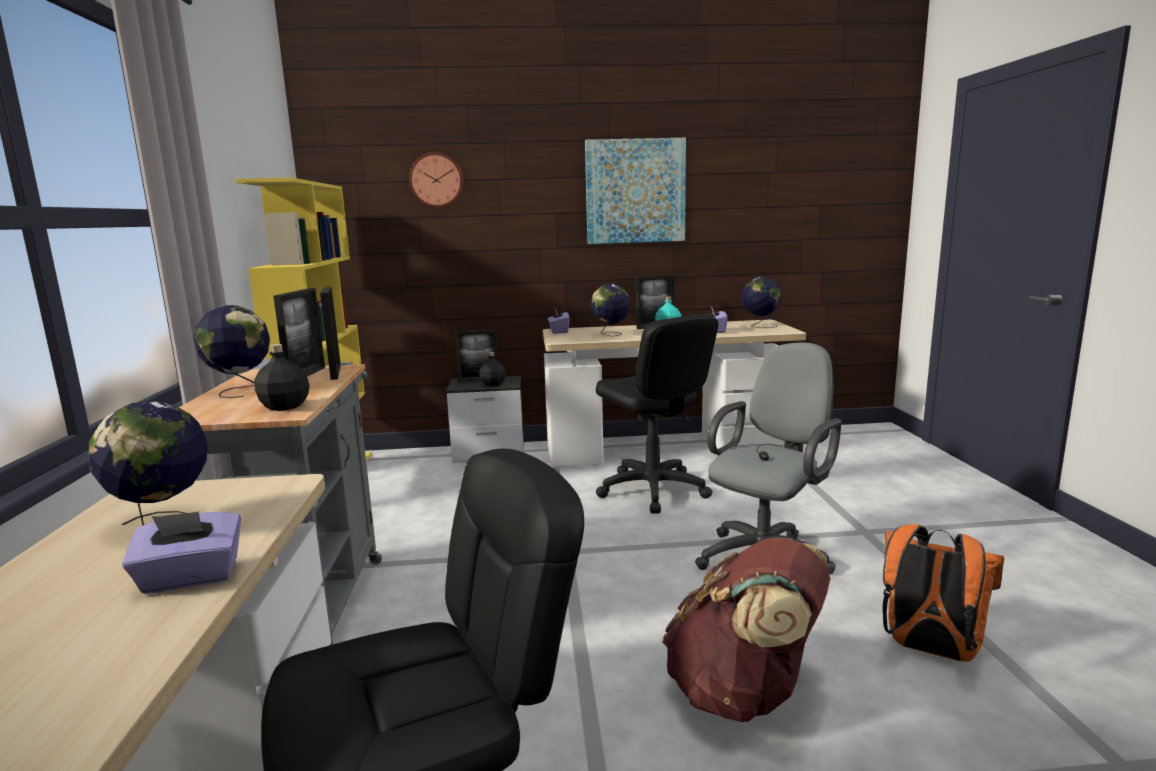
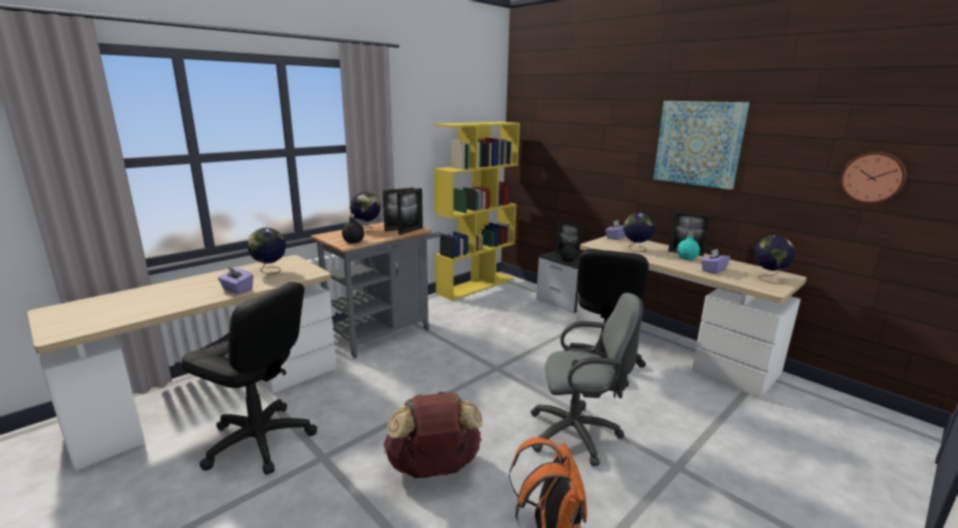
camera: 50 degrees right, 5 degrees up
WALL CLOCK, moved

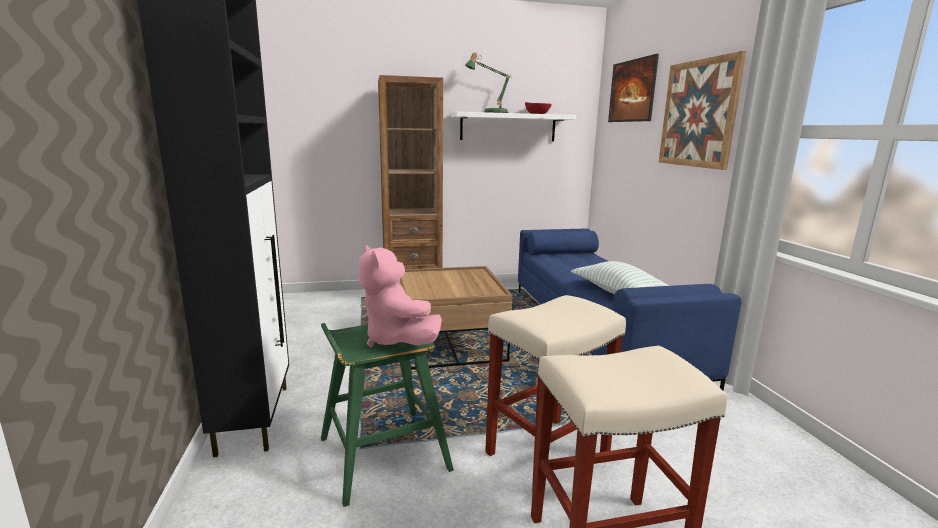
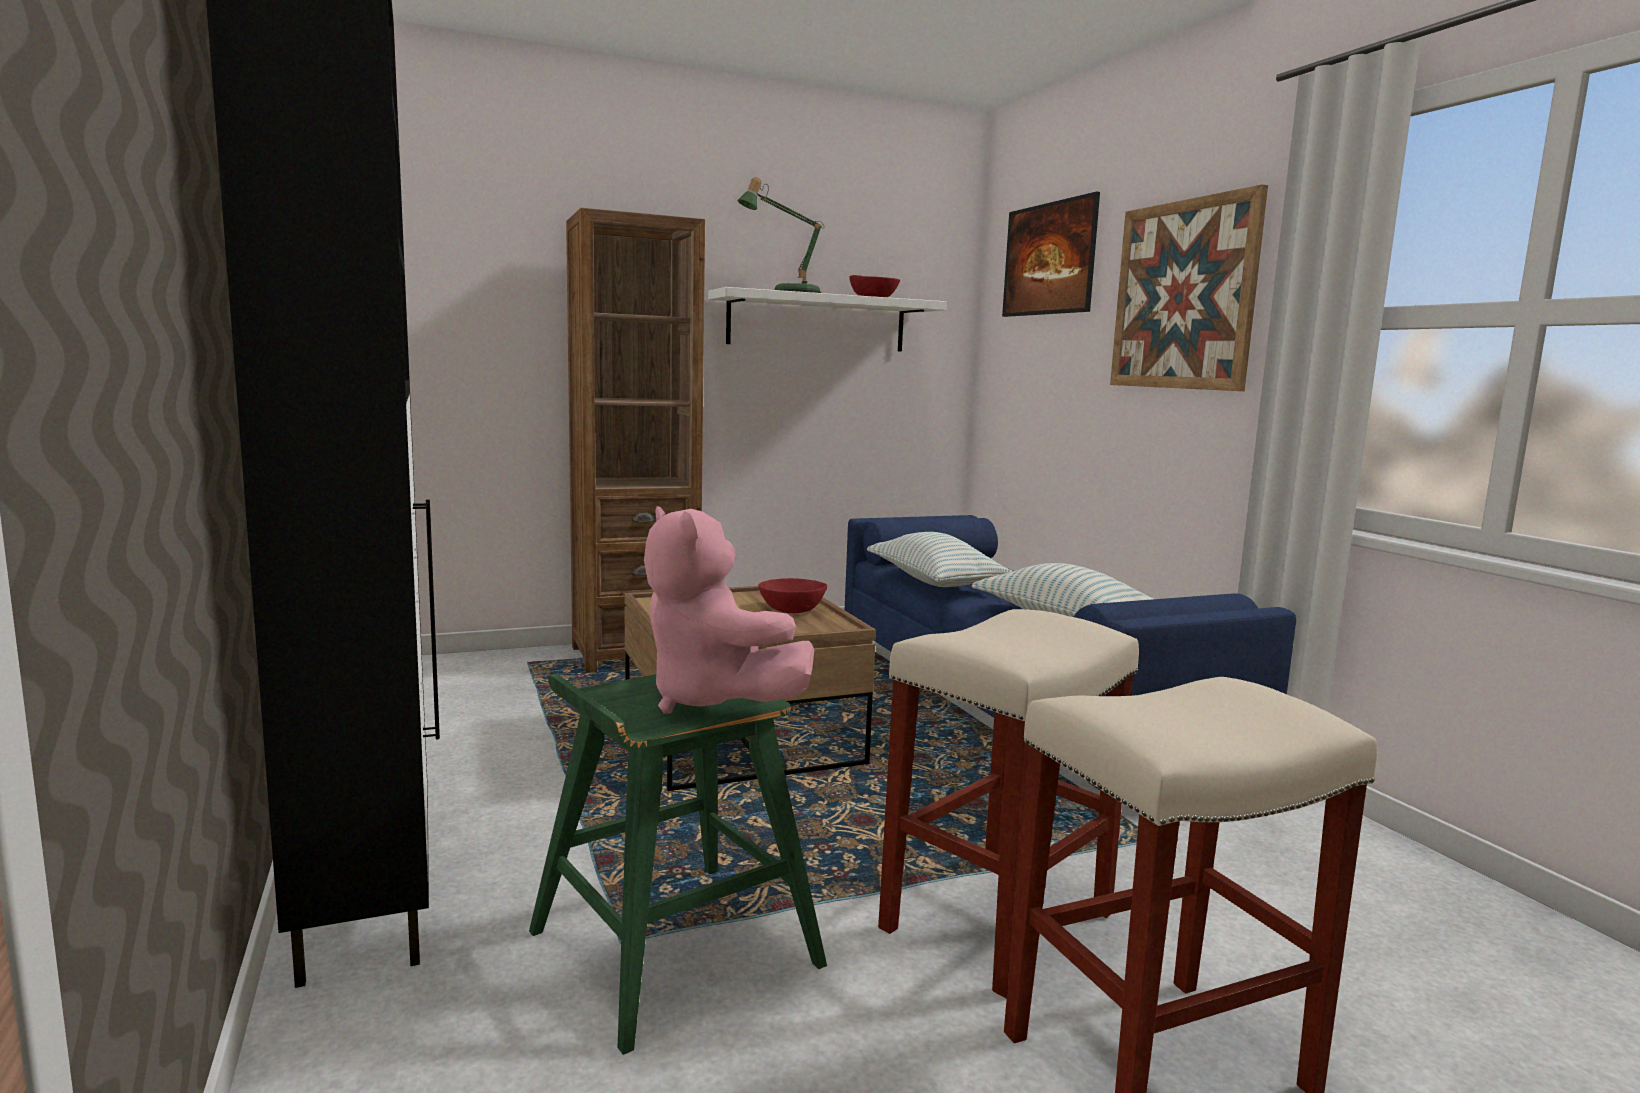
camera: 10 degrees left, 5 degrees down
- → RED BOWL (1st from left)
- → PILLOW (1st from left)

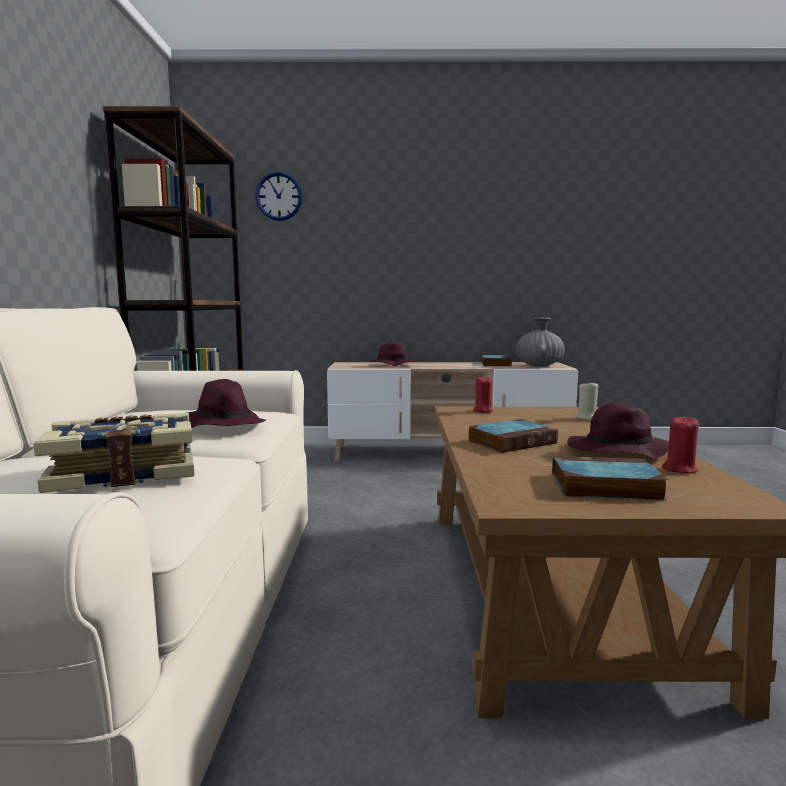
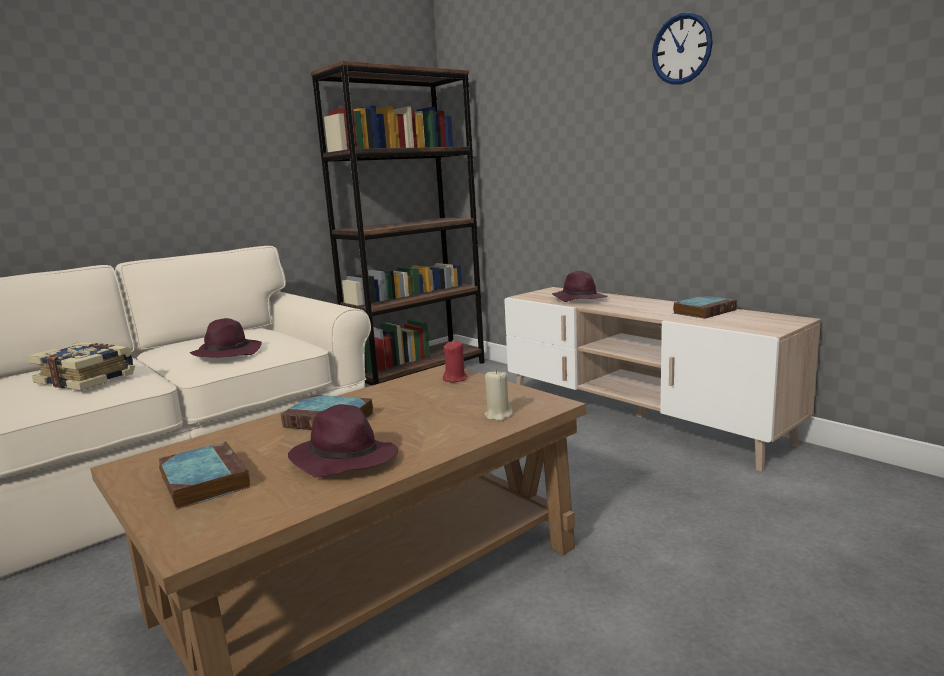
camera: 50 degrees right, 5 degrees up
WALL CLOCK, moved
GREY VASE → -
RED CANDLE (2nd from left) → -

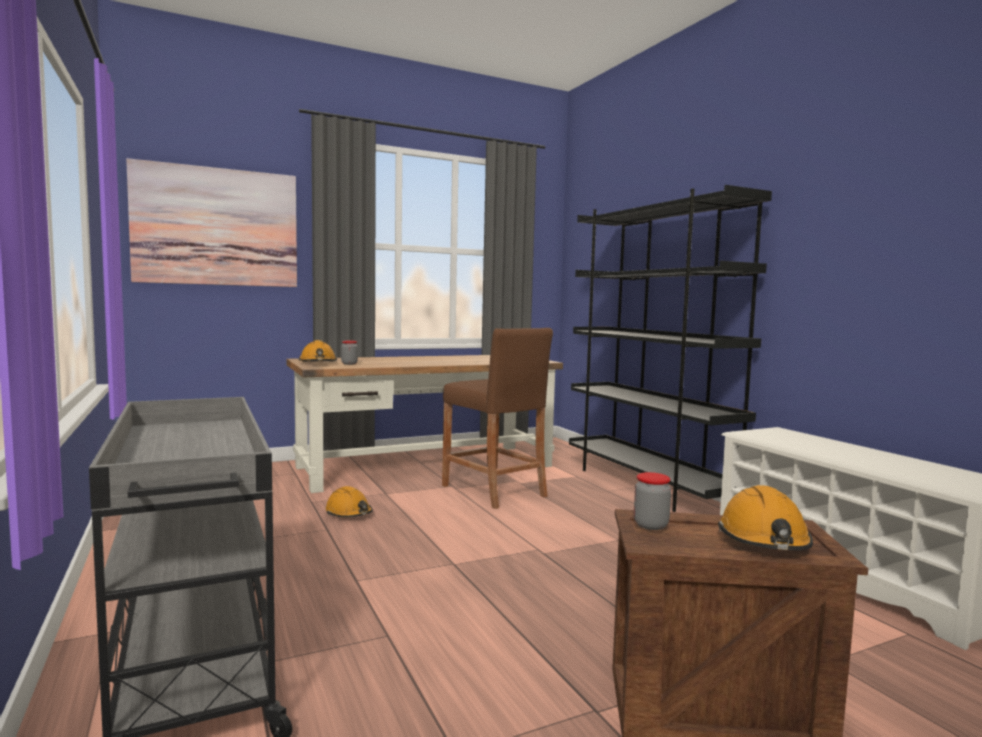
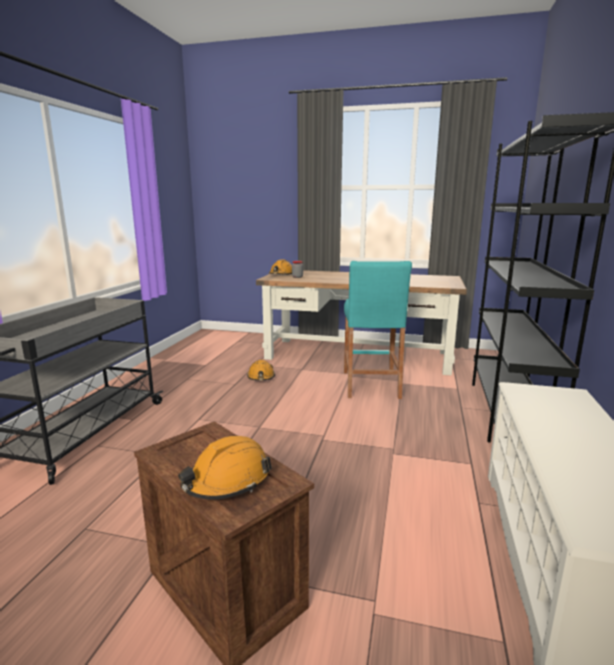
camera: 40 degrees right, 10 degrees up
PICTURE → -
BROWN STOOL → TURQUOISE STOOL
JAR (2nd from left) → -

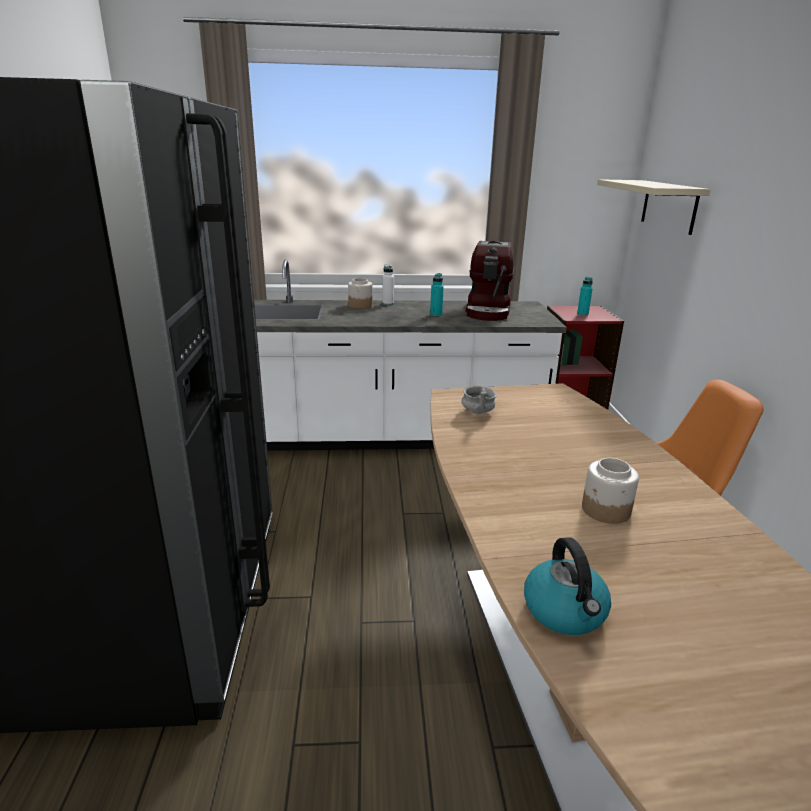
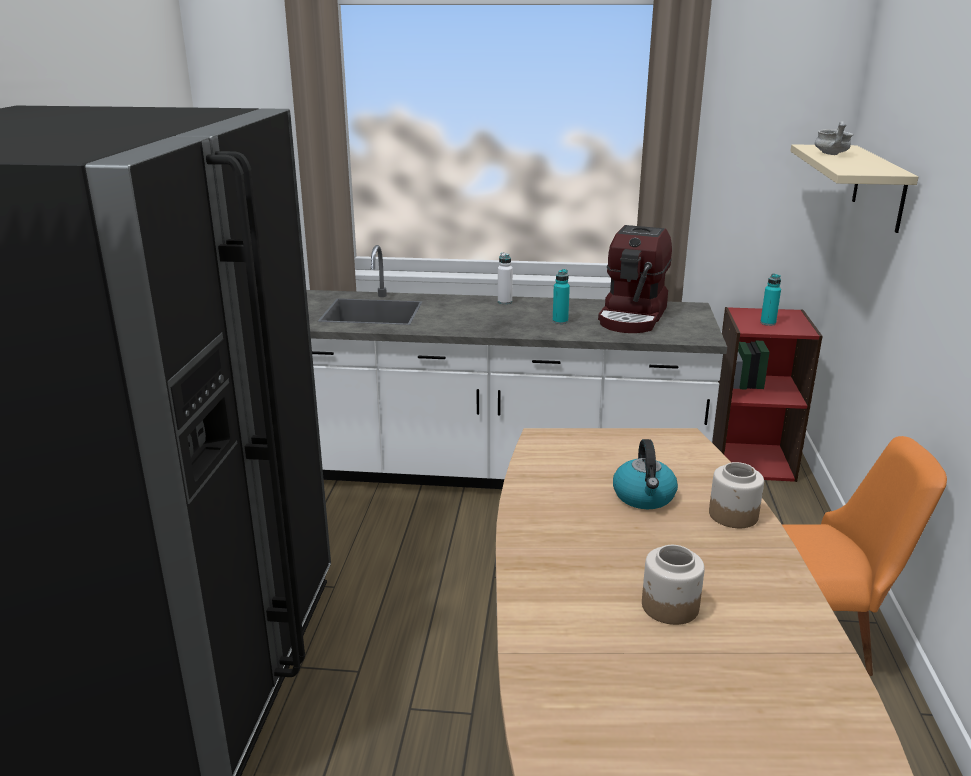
camera: 10 degrees right, 0 degrees up
JAR (1st from left in the first image) → JAR (2nd from left), moved
GREY BOWL, moved
KETTLE, moved

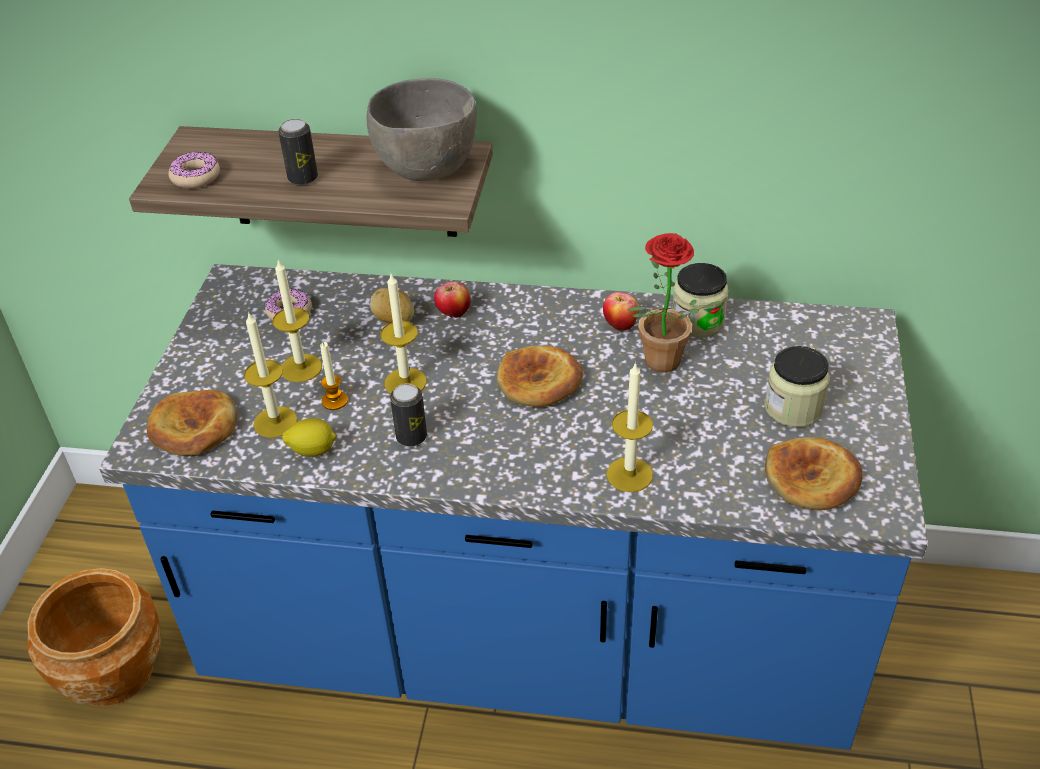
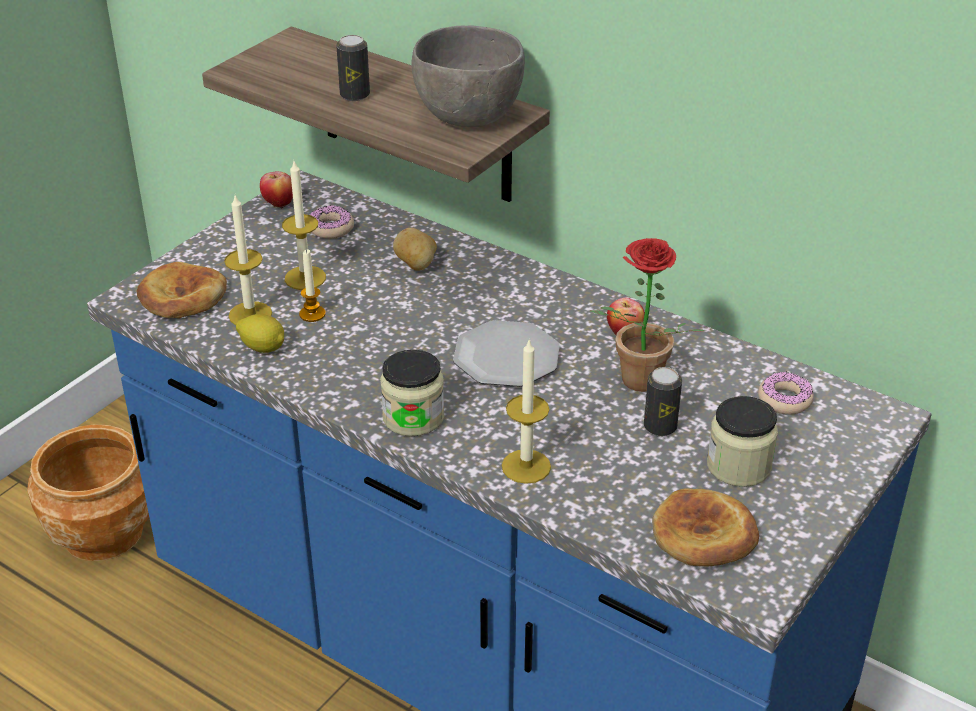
camera: 25 degrees right, 5 degrees down
DONUT (1st from left in the first image) → DONUT (2nd from left), moved
CANDLE (4th from left) → -
CAN (2nd from left), moved
APPLE (1st from left), moved
BREAD (2nd from left) → PLATE
JAR (1st from left), moved

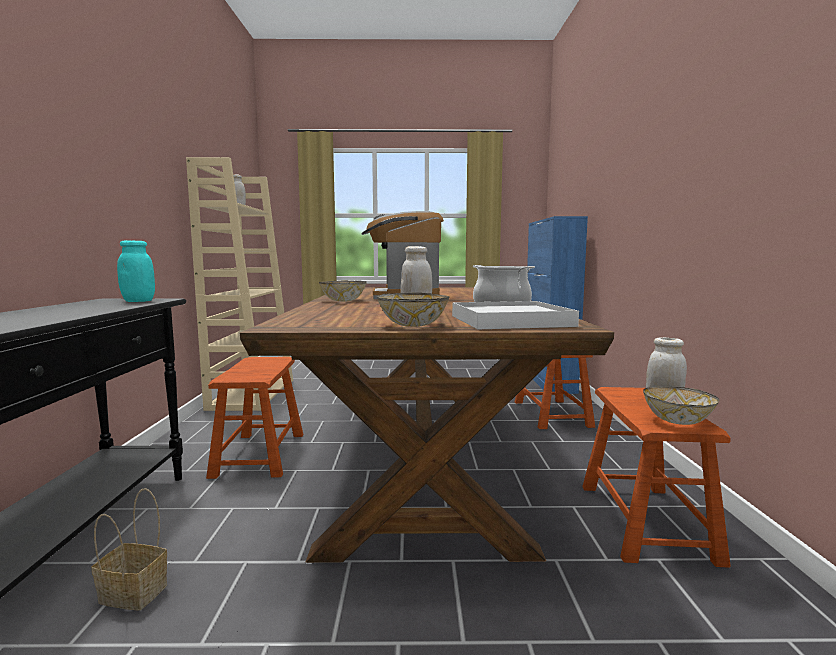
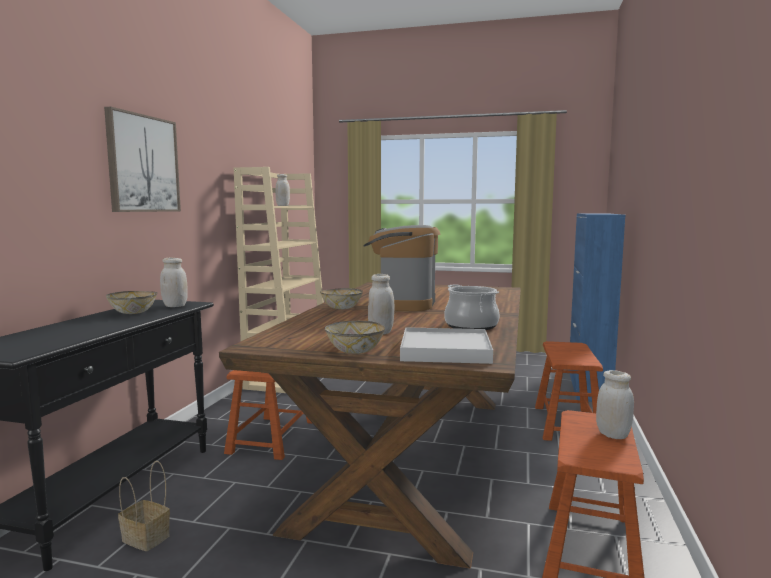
camera: 15 degrees right, 0 degrees up
TURQUOISE JAR → WHITE JAR (1st from left)
BOWL (3rd from left in the first image) → BOWL (1st from left), moved
- → PICTURE

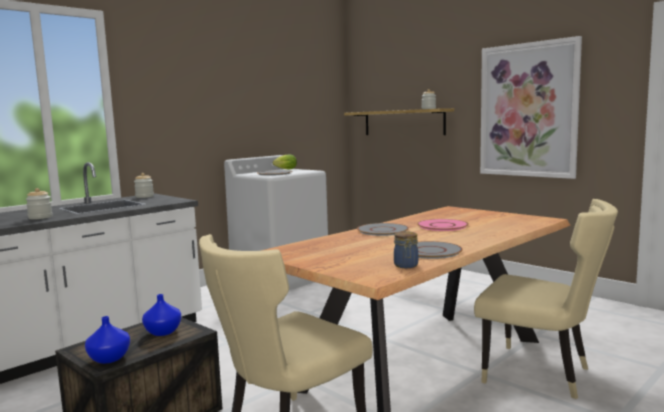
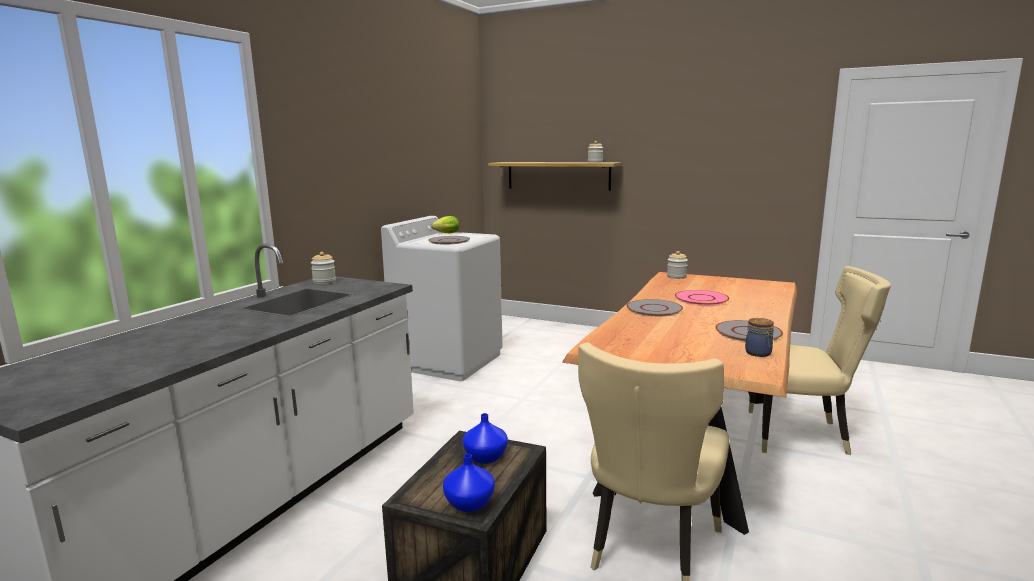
camera: 20 degrees left, 5 degrees up
JAR (1st from left in the first image) → JAR (3rd from left), moved
PICTURE → -

